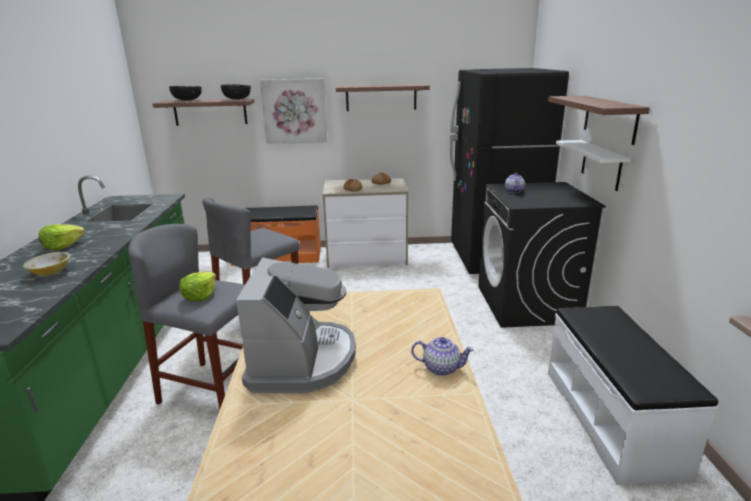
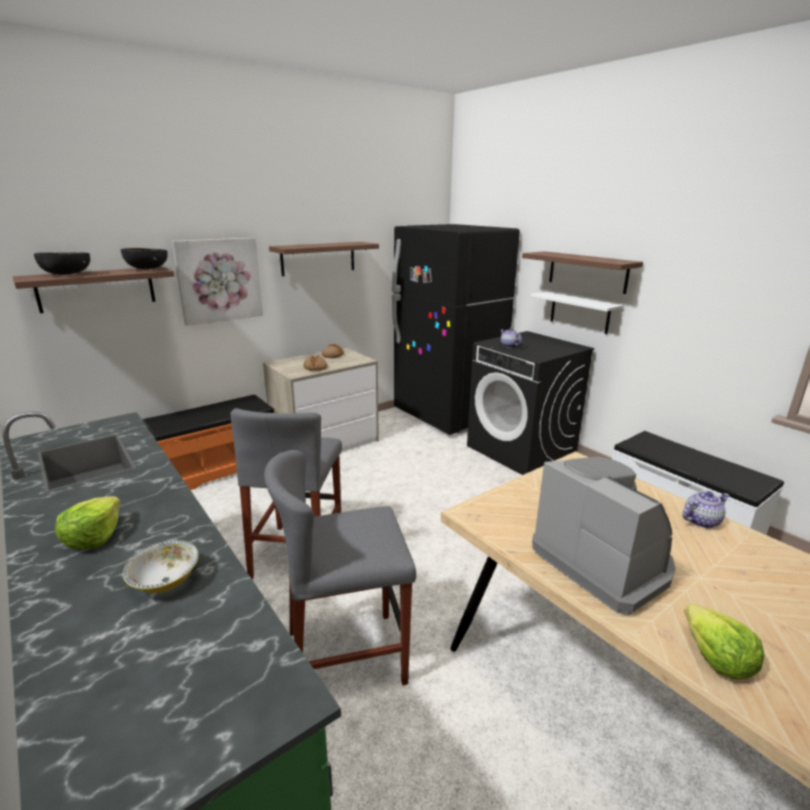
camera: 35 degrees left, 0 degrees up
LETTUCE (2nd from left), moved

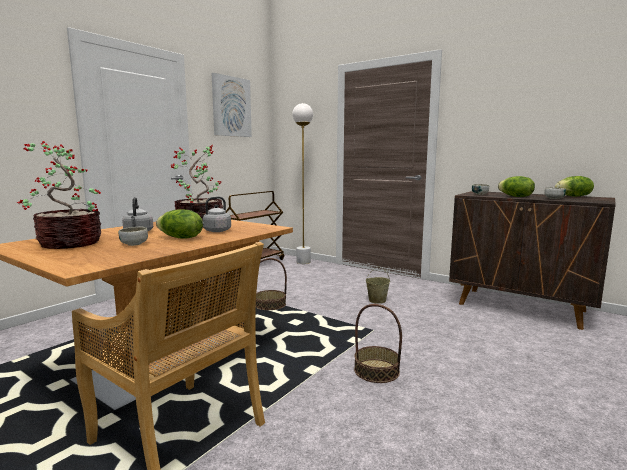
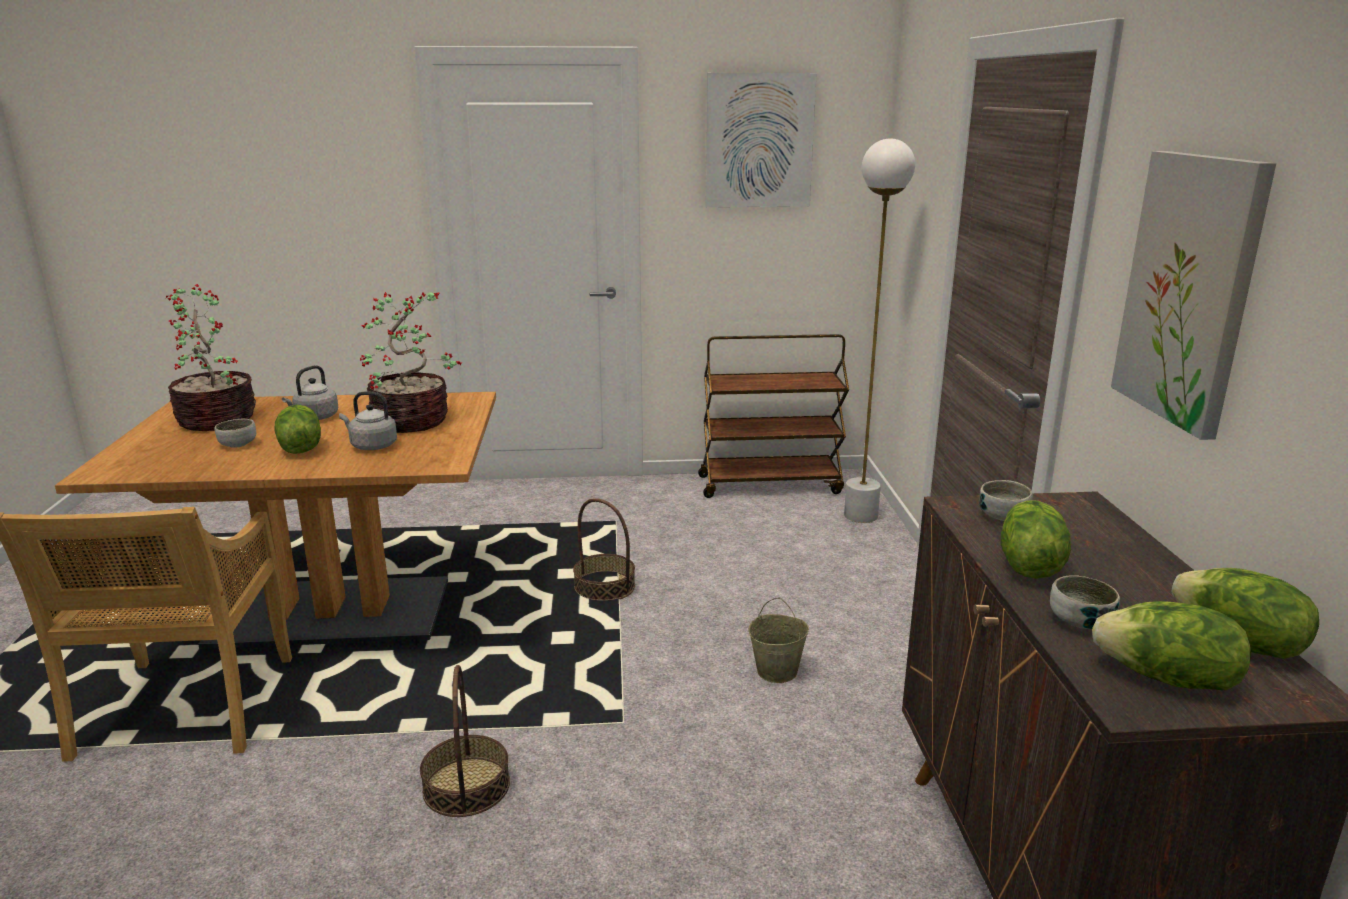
camera: 50 degrees right, 10 degrees up
- → LETTUCE (3rd from left)
- → PICTURE (2nd from left)

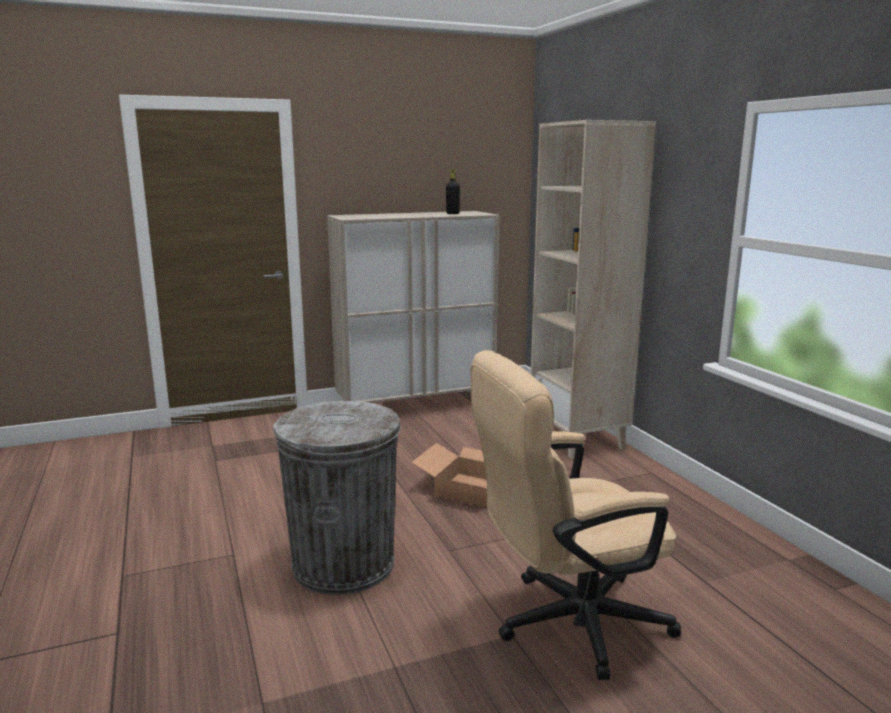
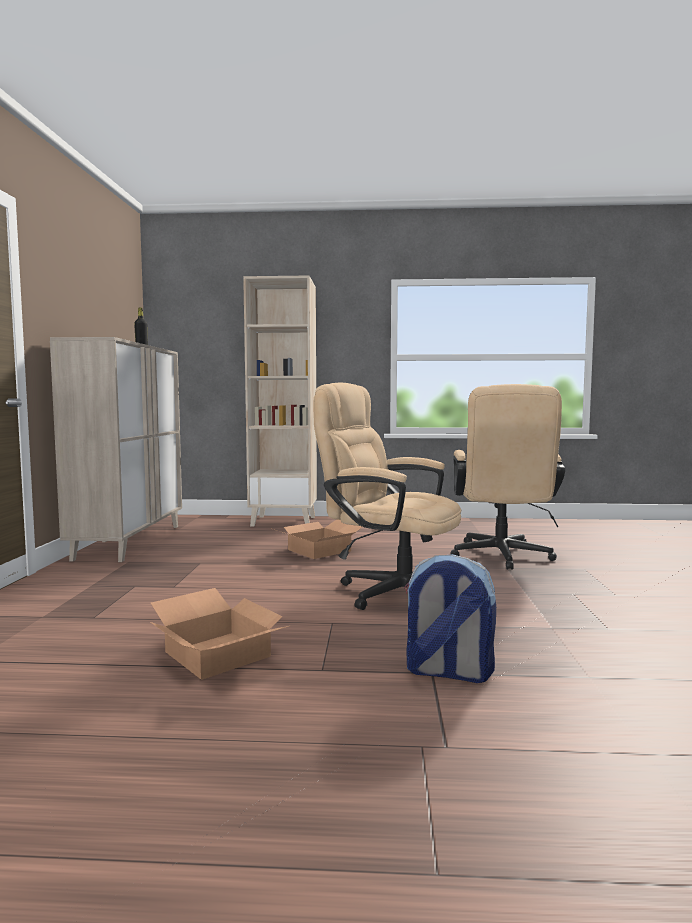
camera: 65 degrees left, 10 degrees down
GREY TRASH CAN → BEIGE OFFICE CHAIR (1st from left)
- → CARDBOARD BOX (1st from left)
- → BACKPACK

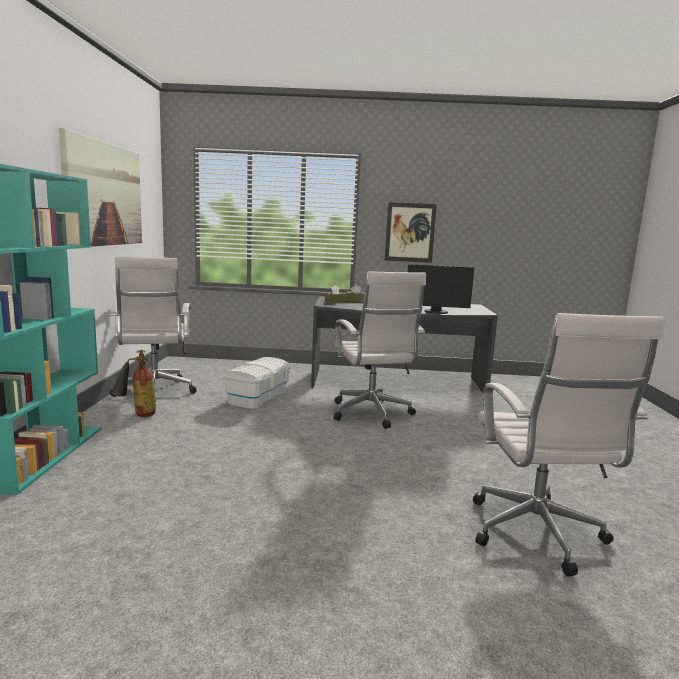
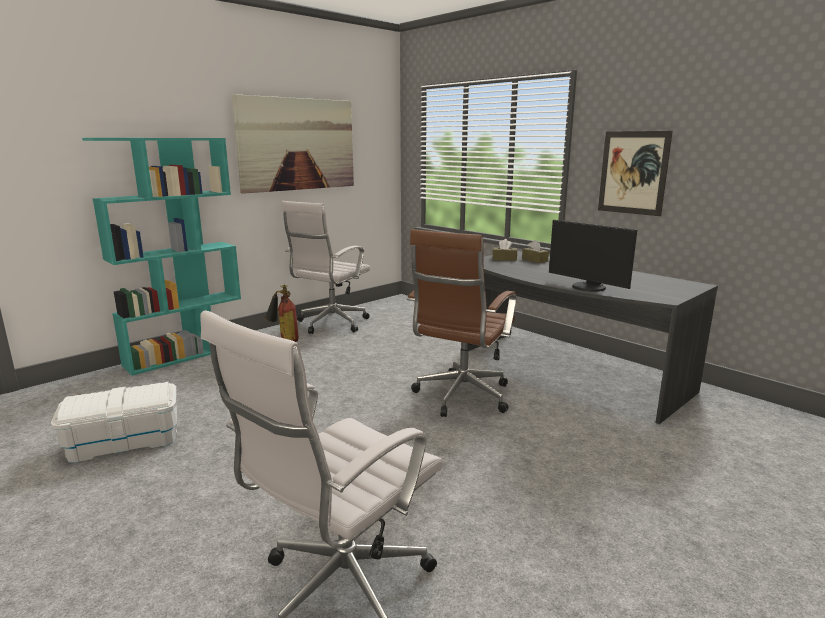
camera: 45 degrees right, 5 degrees up
WHITE STORAGE BOX, moved
WHITE OFFICE CHAIR (2nd from left) → BROWN OFFICE CHAIR

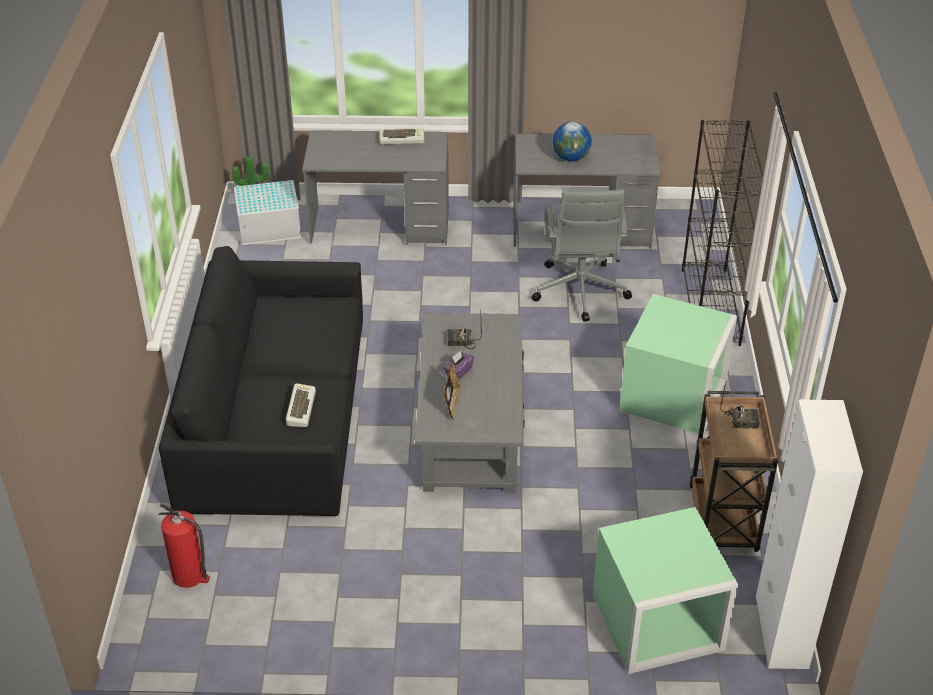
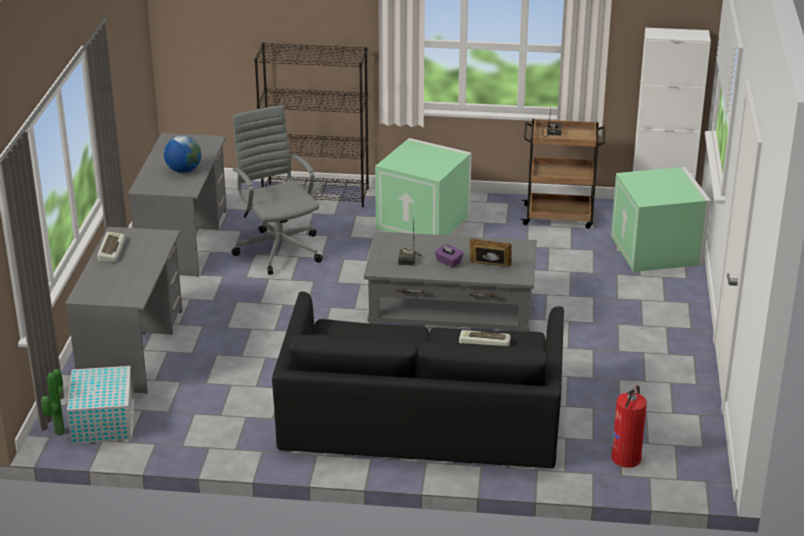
camera: 85 degrees left, 10 degrees down
GREY OFFICE CHAIR, 120 degrees counterclockwise

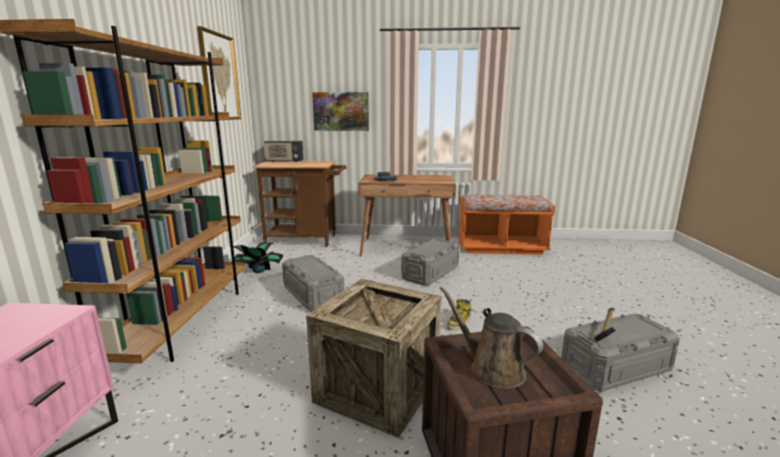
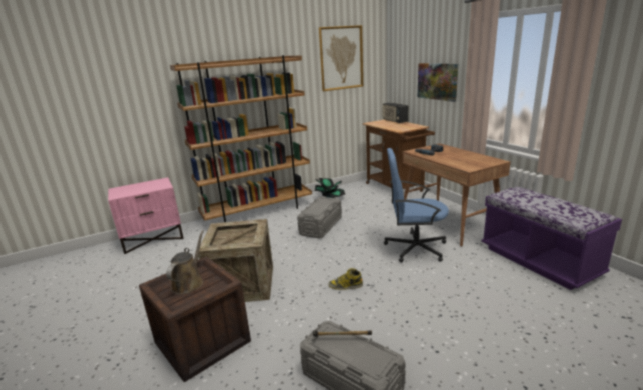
camera: 60 degrees right, 5 degrees up
GREY STORAGE BOX (2nd from left) → BLUE OFFICE CHAIR
ORANGE BENCH → PURPLE BENCH

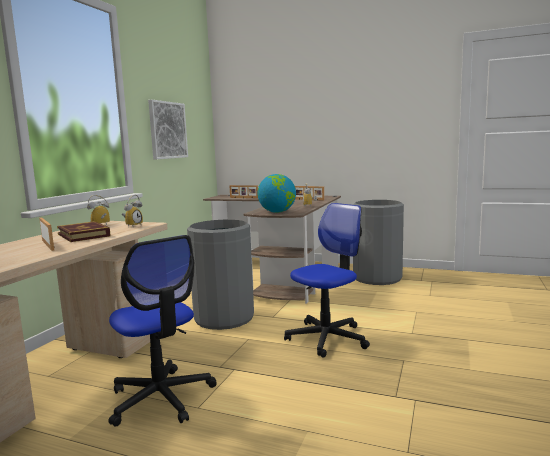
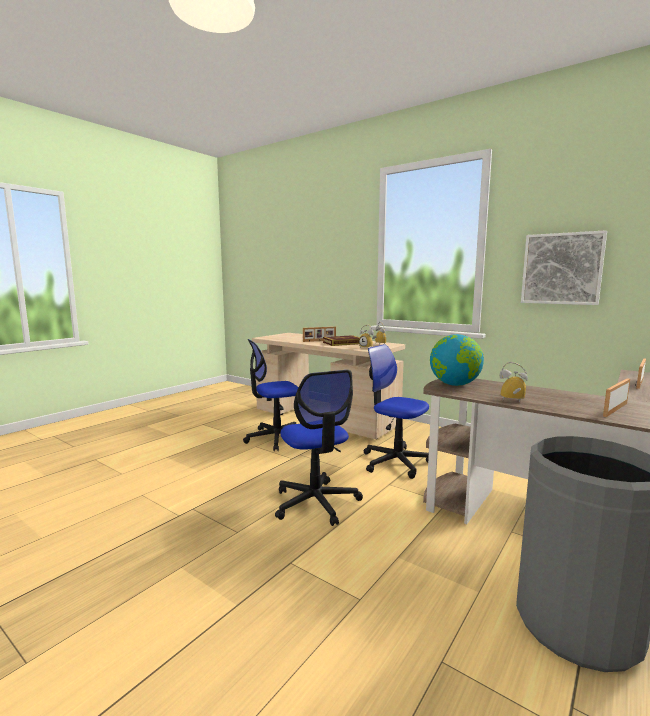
camera: 105 degrees right, 0 degrees up
GREY TRASH CAN (1st from left) → OFFICE CHAIR (3rd from left)

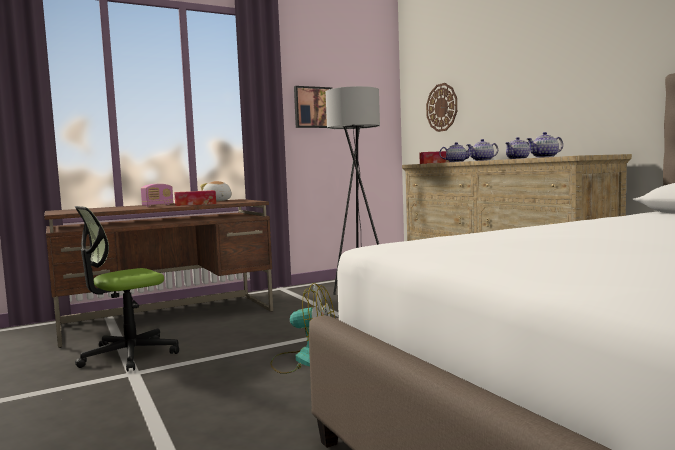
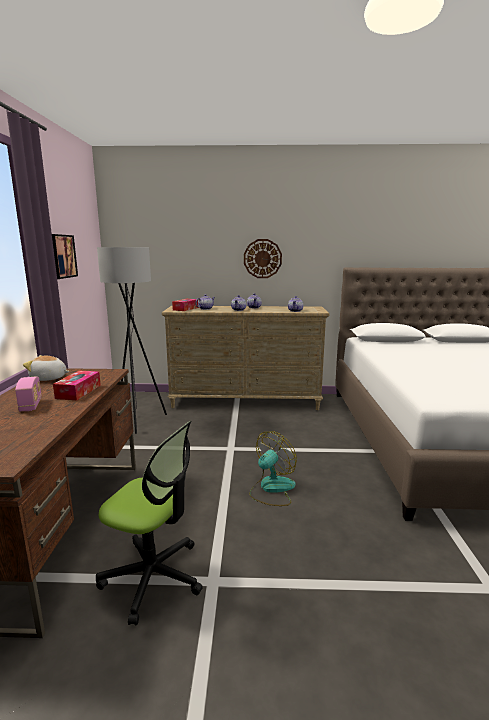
camera: 60 degrees left, 10 degrees up
OFFICE CHAIR, 60 degrees counterclockwise
WALL CLOCK, moved

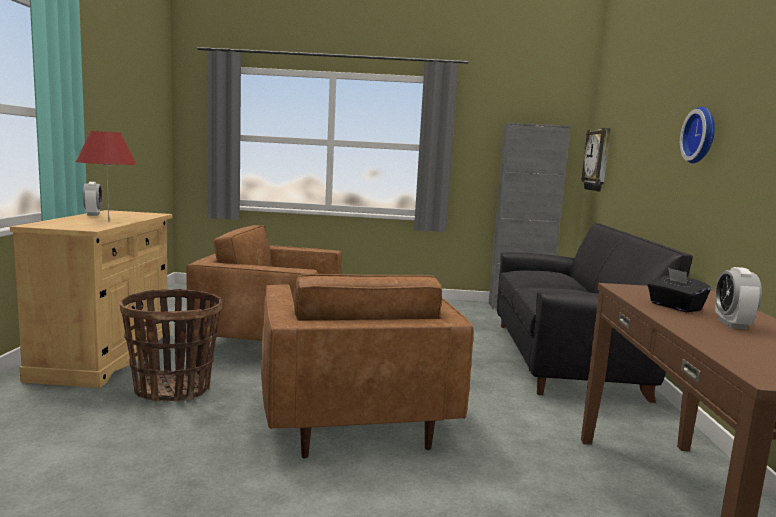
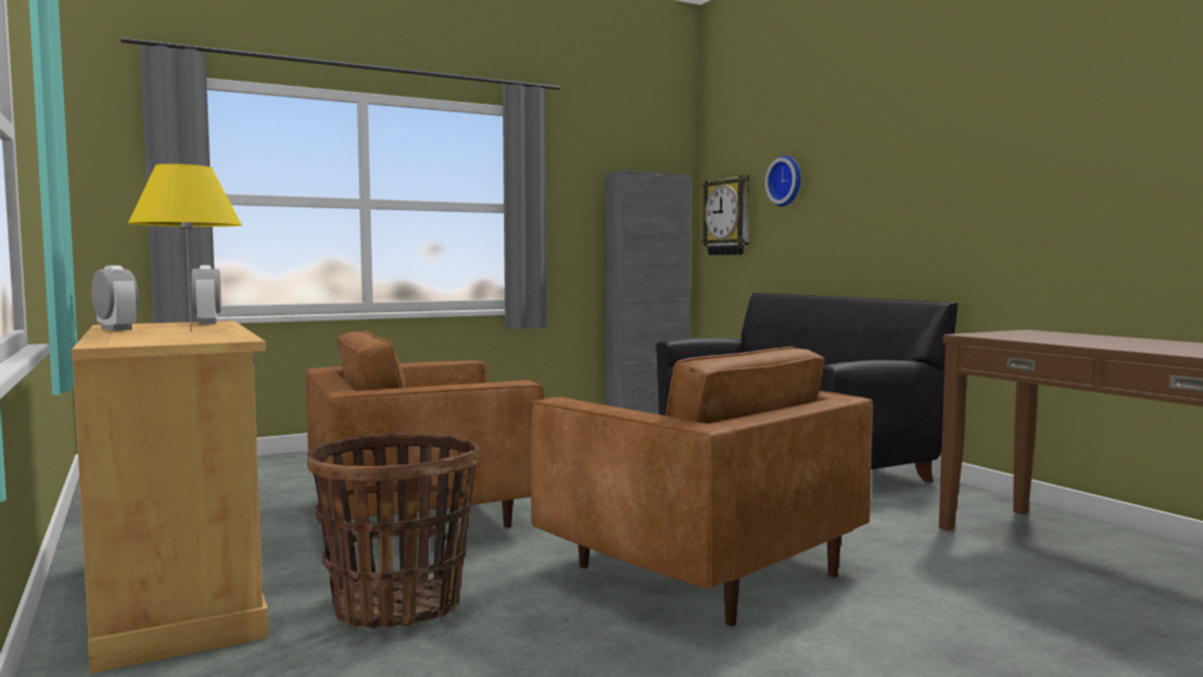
camera: 30 degrees left, 5 degrees down
RED TABLE LAMP → YELLOW TABLE LAMP
BLACK TISSUE BOX → -
WALL CLOCK (2nd from left), moved
ALARM CLOCK (2nd from left), moved

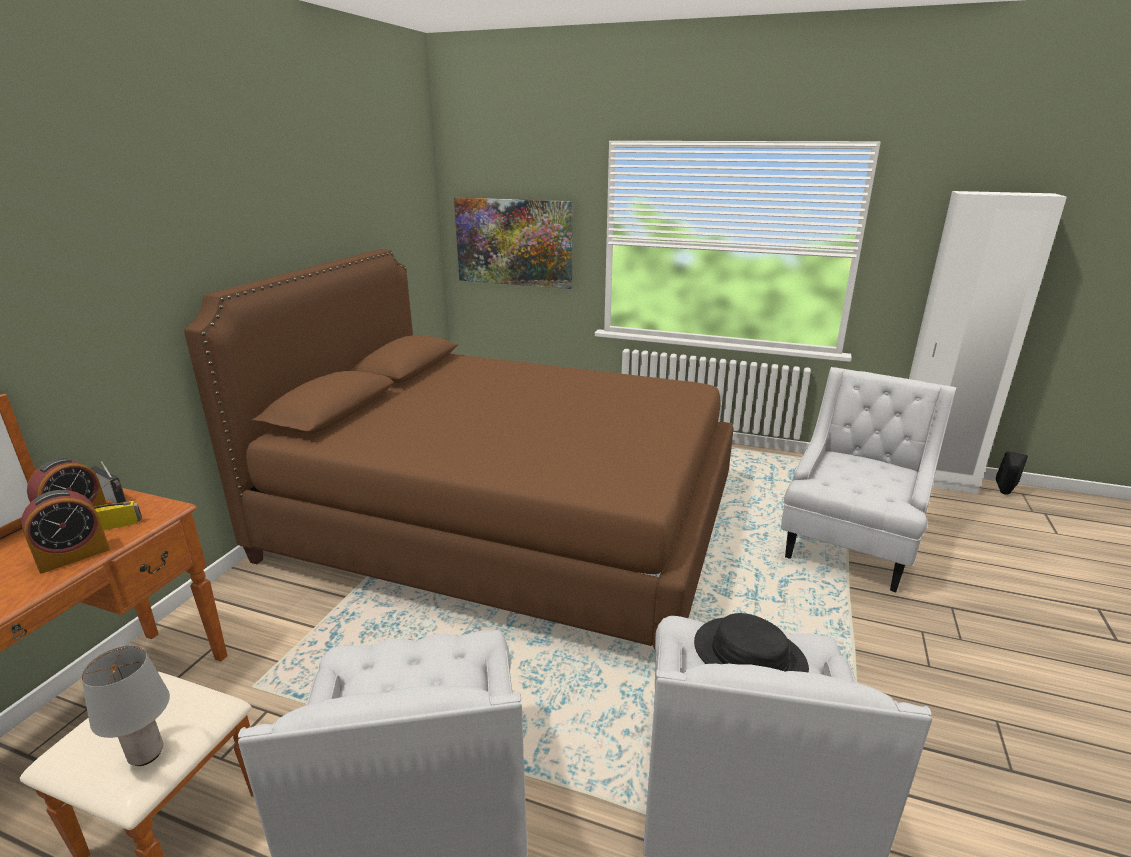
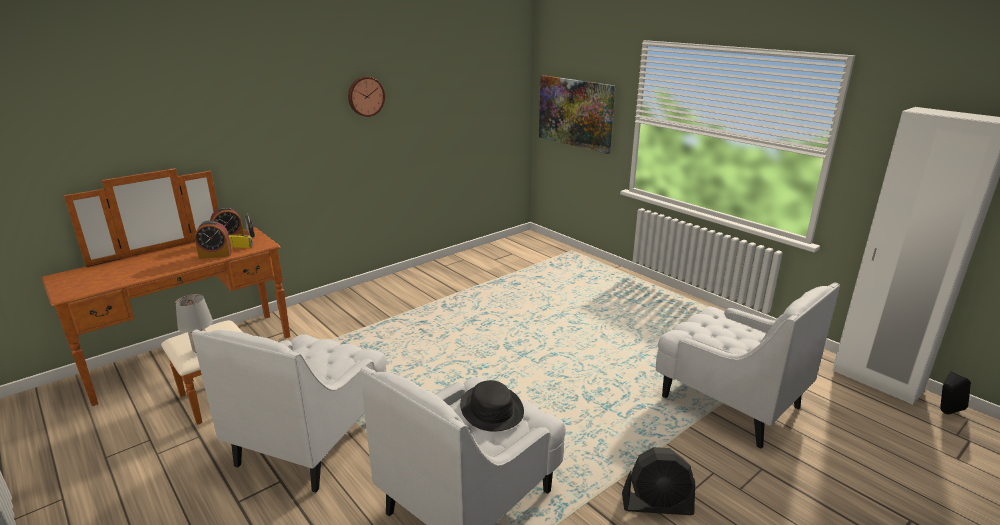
camera: 30 degrees right, 0 degrees up
BROWN BED → -
WHITE ARMCHAIR (3rd from left), 75 degrees clockwise
- → WALL CLOCK
- → BLACK FAN

